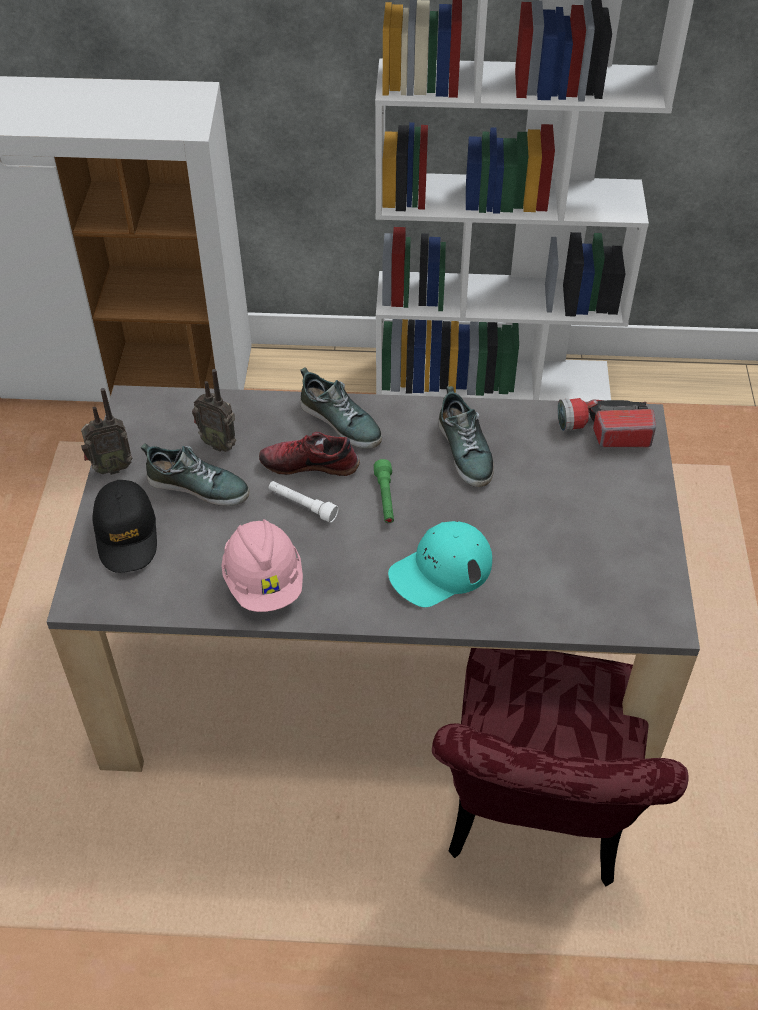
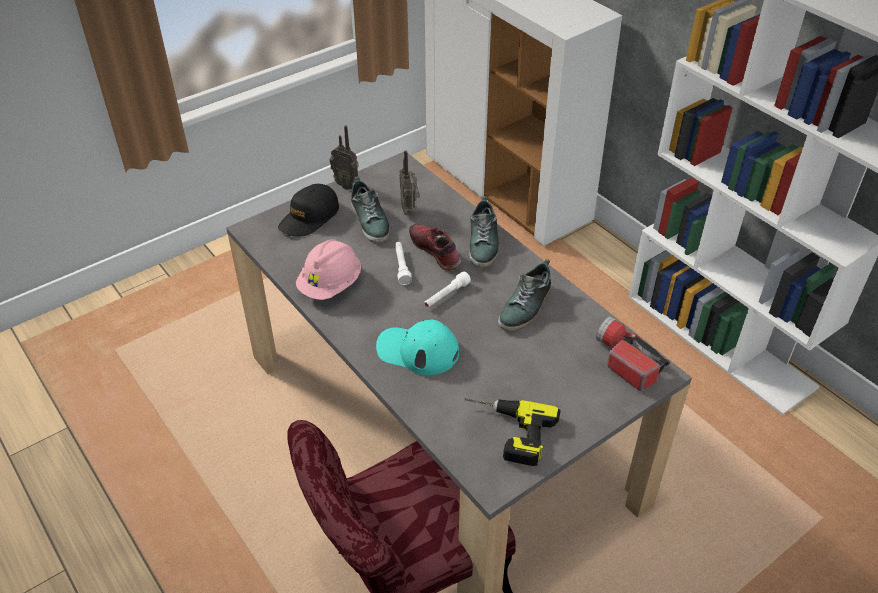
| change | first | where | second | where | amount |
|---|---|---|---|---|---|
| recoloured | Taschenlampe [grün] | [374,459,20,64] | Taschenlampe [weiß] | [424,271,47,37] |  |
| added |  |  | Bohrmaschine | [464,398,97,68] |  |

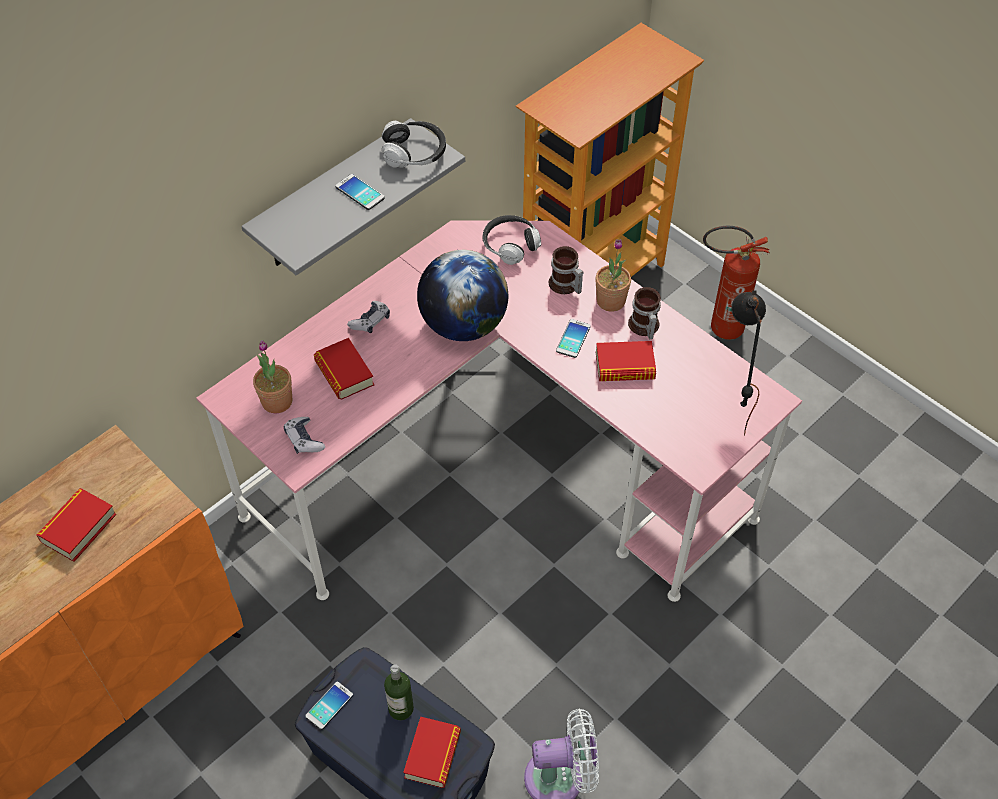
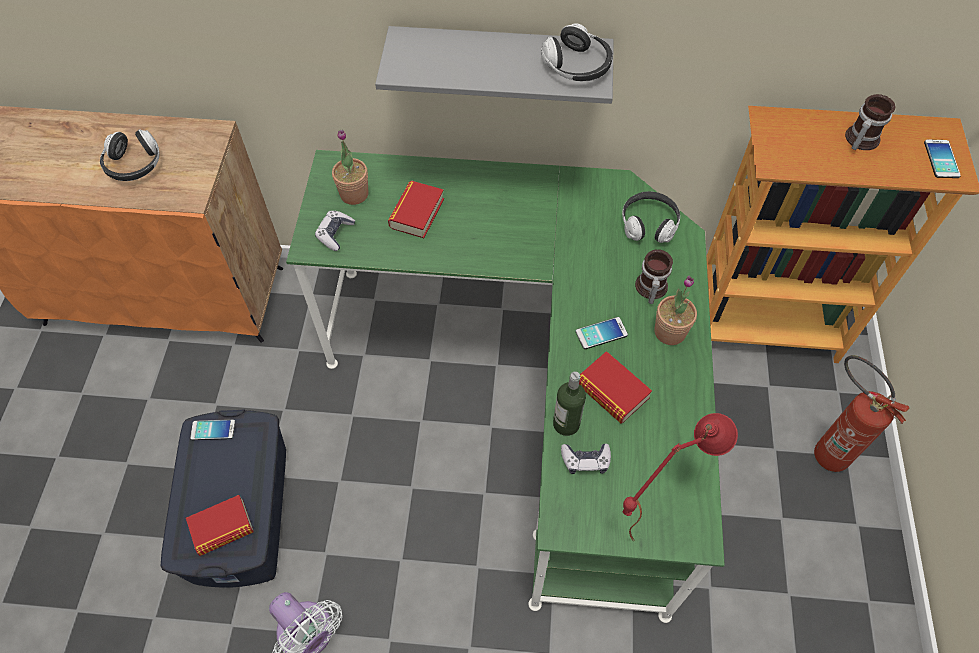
| change | first | where | second | where | amount |
|---|---|---|---|---|---|
| replaced | Buch | [36,488,80,74] | Kopfhörer | [100,129,59,52] |  |
| recoloured | Schreibtisch [rosa] | [196,220,606,382] | Schreibtisch [grün] | [286,150,439,473] |  |
| moved | Flasche | [384,664,30,56] |  | [553,371,33,65] |  |
| moved | Gamepad | [347,301,43,32] |  | [561,443,50,31] |  |
| recoloured | Tischlampe [schwarz] | [731,290,35,146] | Tischlampe [rot] | [623,413,115,129] |  |
| moved | Henkelbecher | [628,287,33,52] |  | [845,94,50,56] |  |
| moved | Handy | [335,174,50,36] |  | [924,139,37,39] |  |
| removed | Globus | [417,250,91,91] |  |  |  |

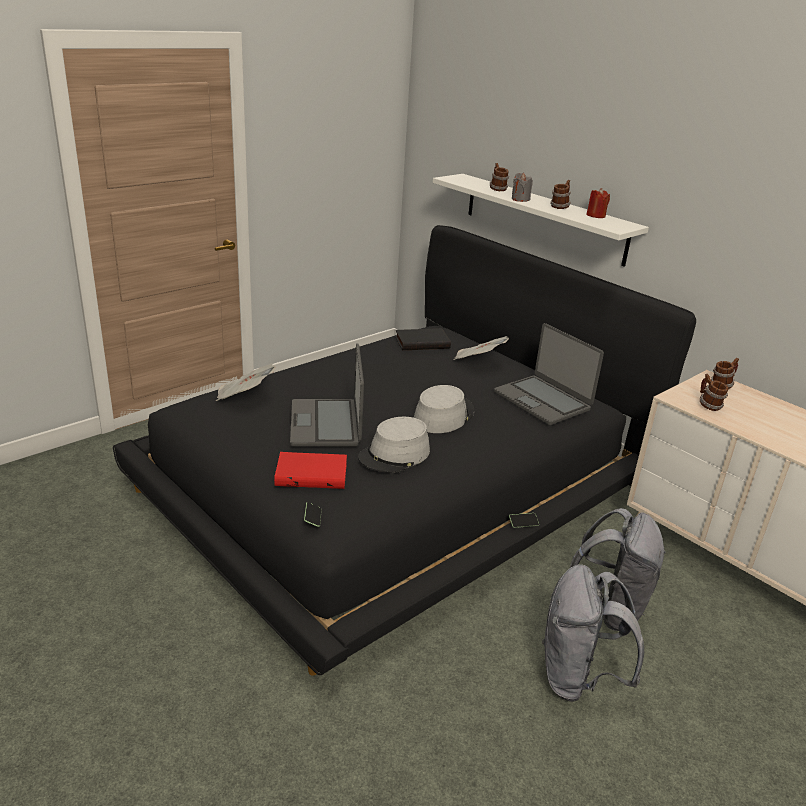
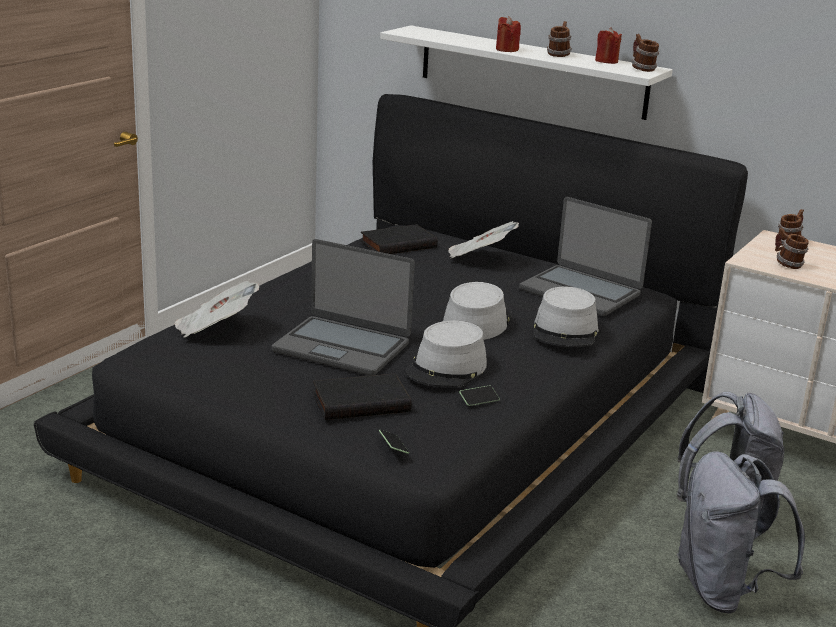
| change | first | where | second | where | amount |
|---|---|---|---|---|---|
| turned | Laptop | [290,343,74,104] |  | [272,239,143,137] | 45 degrees counterclockwise |
| recoloured | Buch [rot] | [274,452,73,37] | Buch [schwarz] | [312,373,100,47] |  |
| moved | Handy | [509,513,30,15] |  | [459,386,41,20] |  |
| recoloured | Kerze [grau] | [512,173,21,29] | Kerze [rot] | [496,16,25,36] |  |
| added |  |  | Hut [grau] | [534,287,65,60] |  |
| moved | Henkelbecher | [490,163,19,28] |  | [631,34,28,38] |  |

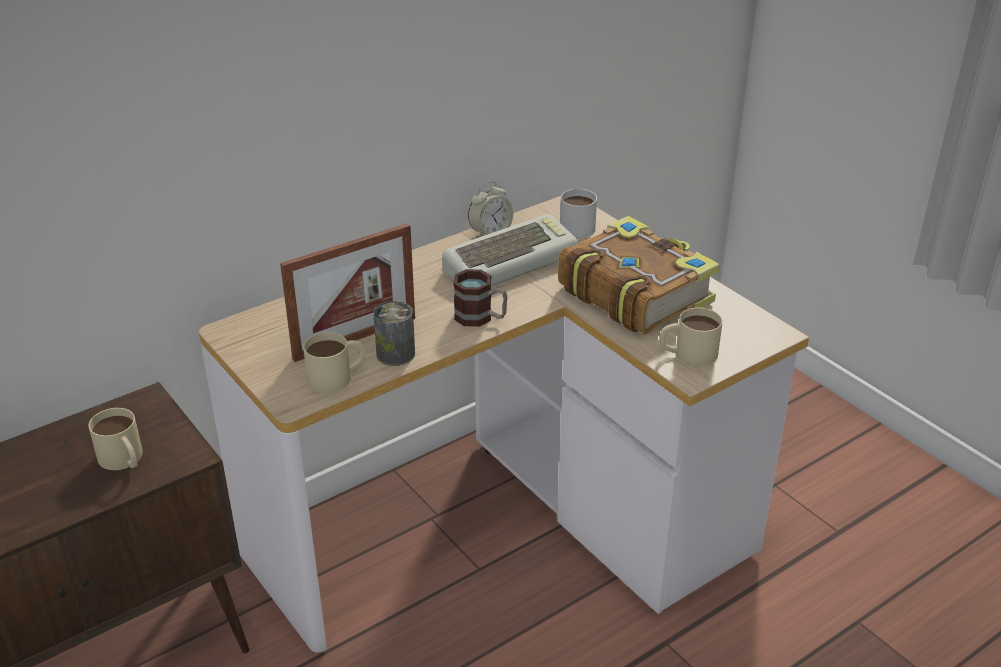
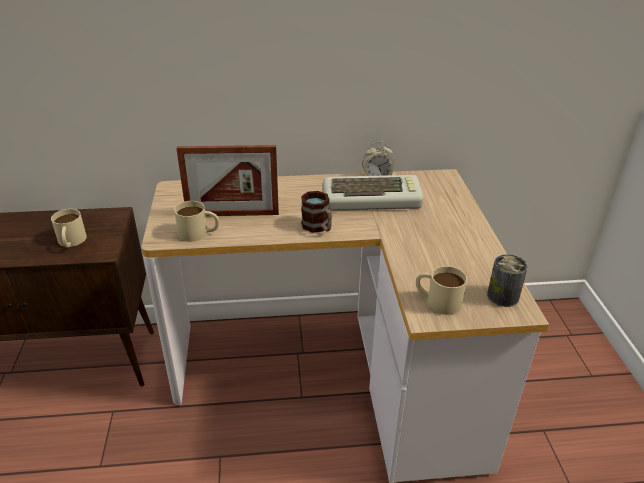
| change | first | where | second | where | amount |
|---|---|---|---|---|---|
| moved | Dose | [373,301,42,65] |  | [487,254,41,53] |  |
| removed | Buch | [558,216,162,118] |  |  |  |
| removed | Henkelbecher [weiß] | [560,189,37,49] |  |  |  |

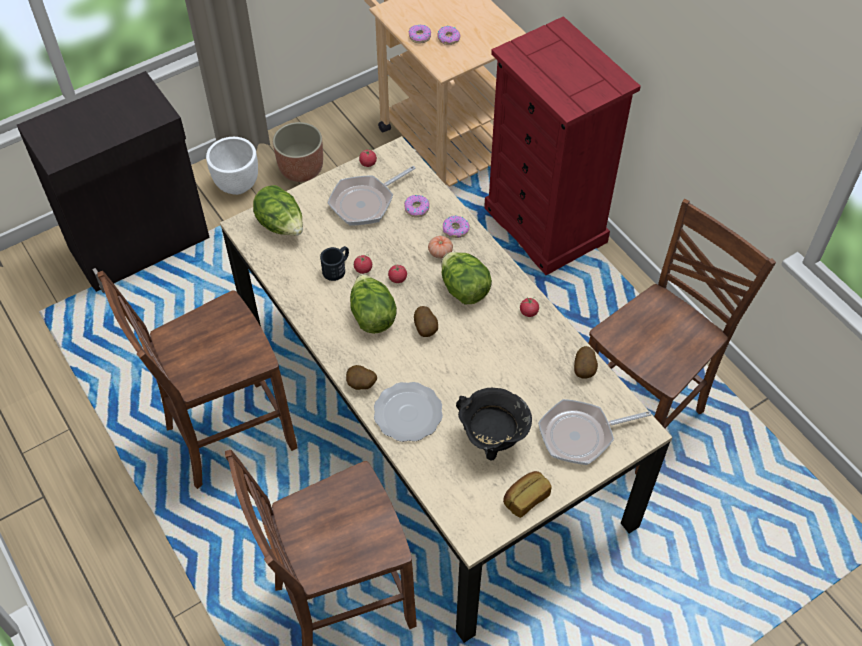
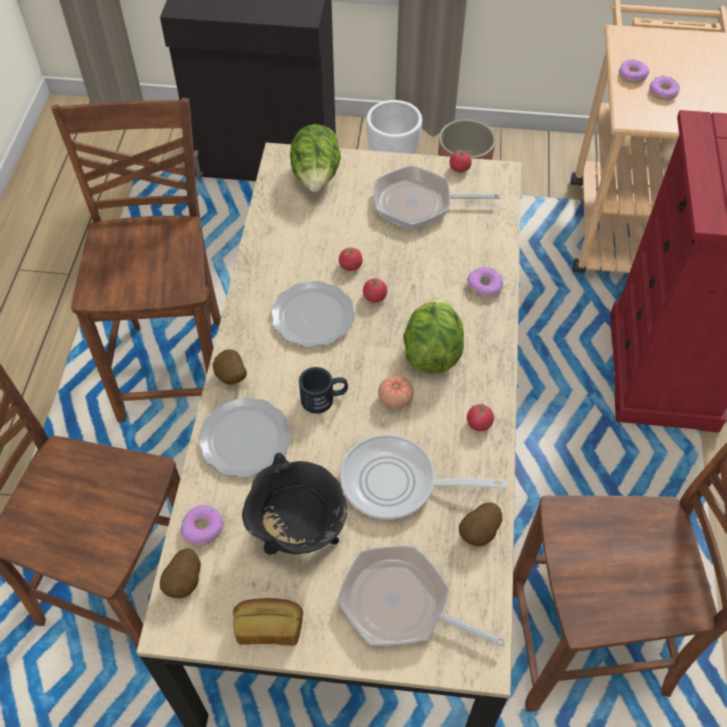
| change | first | where | second | where | amount |
|---|---|---|---|---|---|
| turned | Stuhl [braun] | [97,271,201,218] |  | [51,98,170,324] | 75 degrees clockwise |
| moved | Kartoffel | [414,306,24,31] |  | [160,549,41,49] |  |
| moved | Donut | [404,195,26,23] |  | [181,505,43,41] |  |
| replaced | Salatkopf | [350,274,47,60] | Teller | [271,281,84,67] |  |
| moved | Henkelbecher [schwarz] | [320,246,29,35] |  | [299,367,49,47] |  |
| added |  |  | Pfanne | [340,434,167,86] |  |
| moved | Tomate | [428,236,25,23] |  | [378,376,36,33] |  |

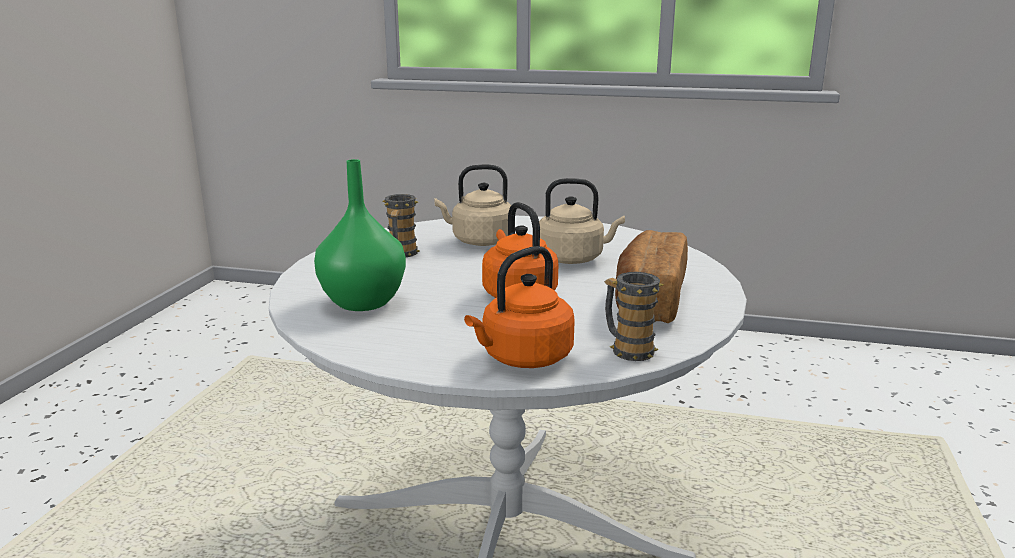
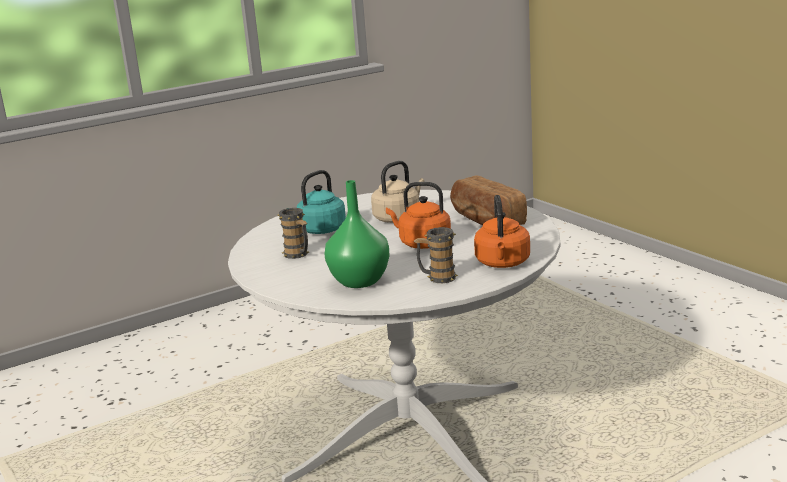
| change | first | where | second | where | amount |
|---|---|---|---|---|---|
| recoloured | Wasserkessel [beige] | [434,165,78,81] | Wasserkessel [türkis] | [286,170,60,64] |  |
| moved | Henkelbecher | [604,272,60,89] |  | [414,227,44,56] |  |

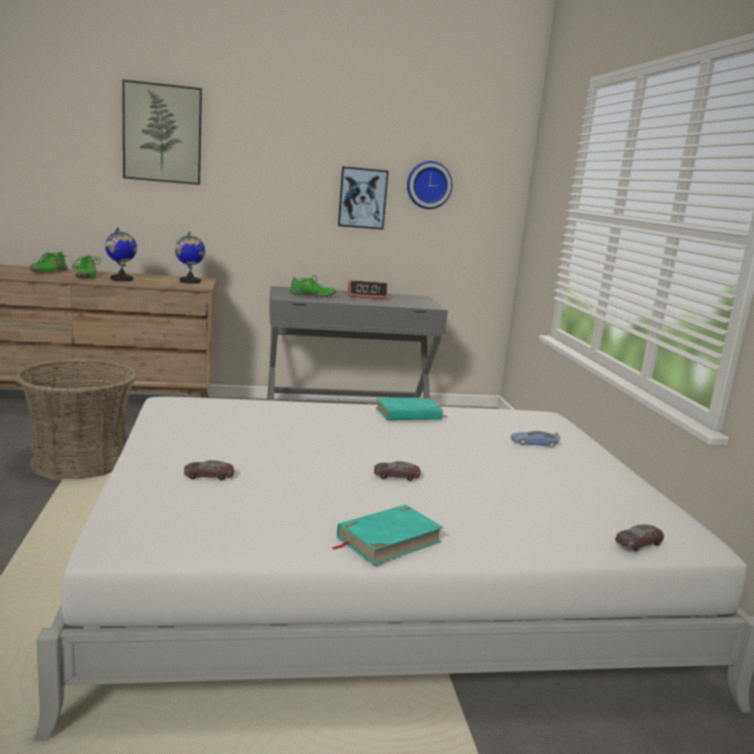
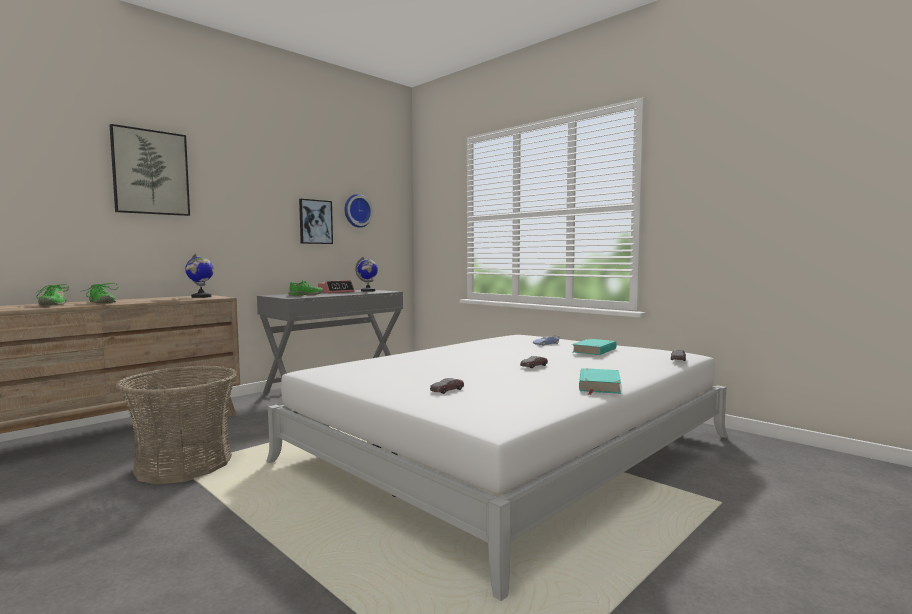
| change | first | where | second | where | amount |
|---|---|---|---|---|---|
| moved | Globus | [105,227,32,54] |  | [355,257,23,35] |  |
| moved | Buch [türkis] | [376,398,71,22] |  | [572,339,45,16] |  |

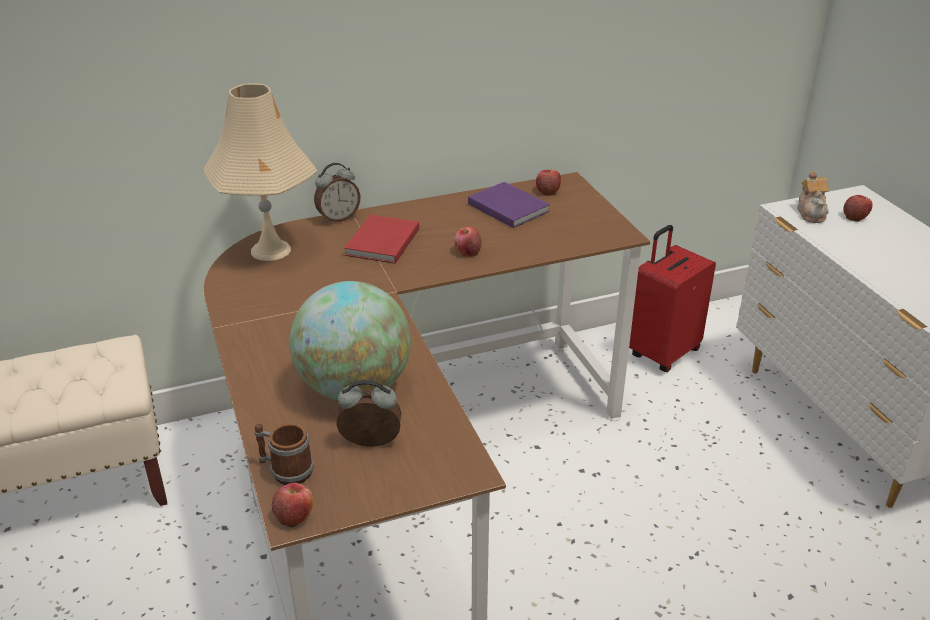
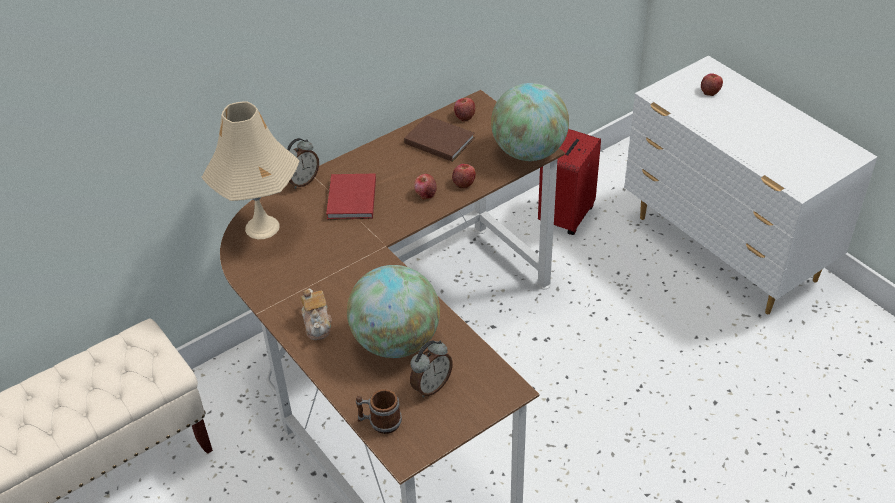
| change | first | where | second | where | amount |
|---|---|---|---|---|---|
| moved | Teekanne | [797,171,32,52] |  | [300,289,32,51] |  |
| recoloured | Buch [lila] | [468,182,82,46] | Buch [braun] | [404,115,71,47] |  |
| turned | Wecker | [337,379,64,68] |  | [410,341,43,57] | 150 degrees clockwise |
| moved | Apfel | [272,483,41,44] |  | [452,164,24,24] |  |
| added |  |  | Globus | [491,83,78,78] |  |

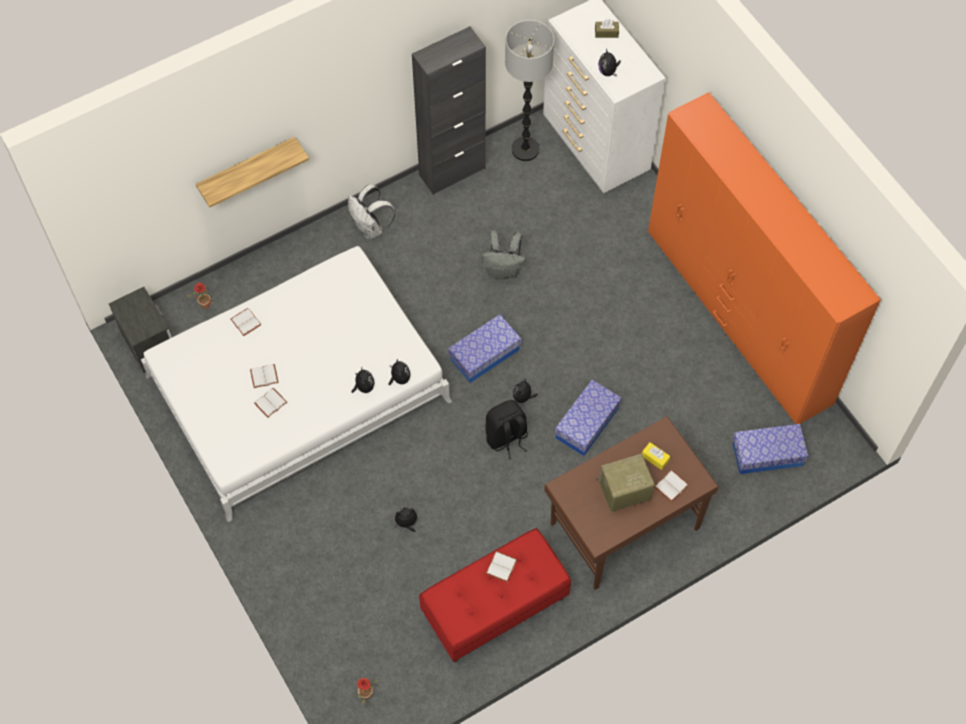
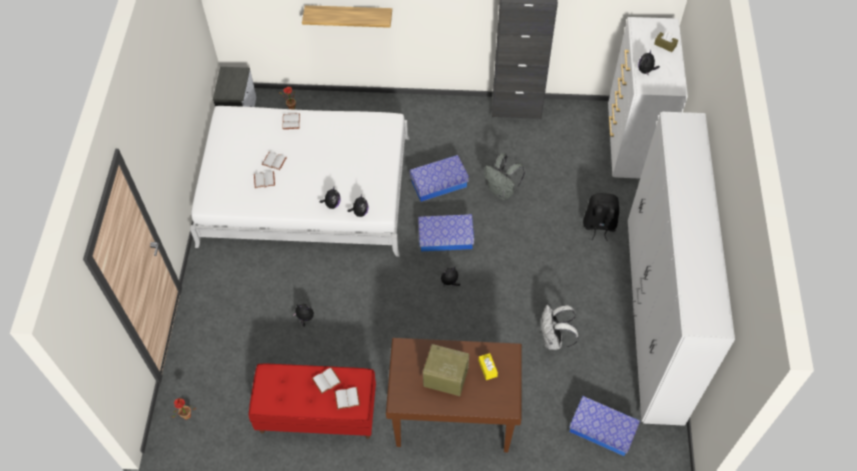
| change | first | where | second | where | amount |
|---|---|---|---|---|---|
| moved | Buch [weiß] | [655,470,34,32] |  | [334,387,26,23] |  |
| moved | Aufbewahrungsbox | [555,380,67,76] |  | [410,155,59,47] |  |
| moved | Rucksack [weiß] | [348,184,47,55] |  | [541,305,38,45] |  |
| moved | Rucksack [schwarz] | [485,400,43,60] |  | [583,193,36,48] |  |
| recoloured | Kleiderschrank [orange] | [648,92,233,332] | Kleiderschrank [weiß] | [628,112,107,314] |  |
| removed | Stehlampe | [505,20,49,141] |  |  |  |

